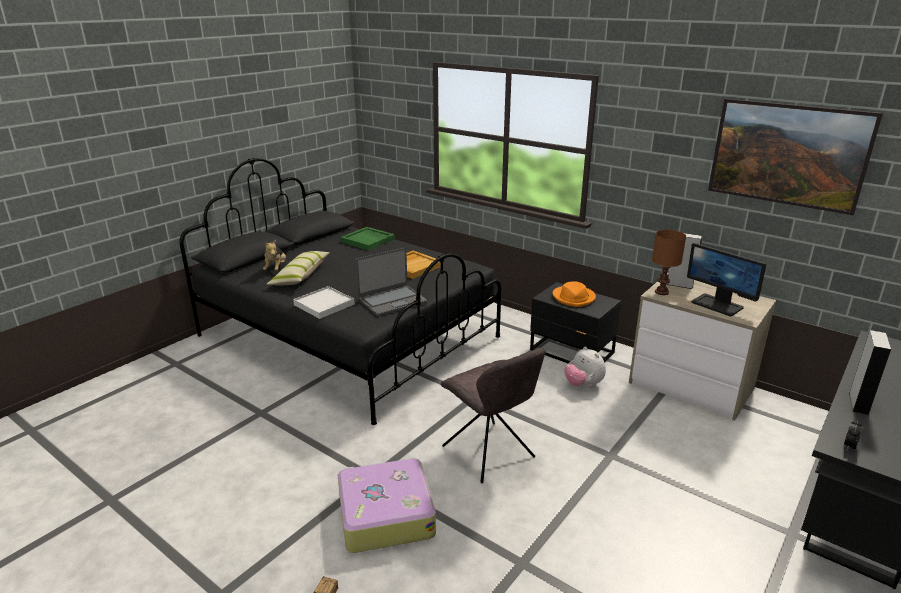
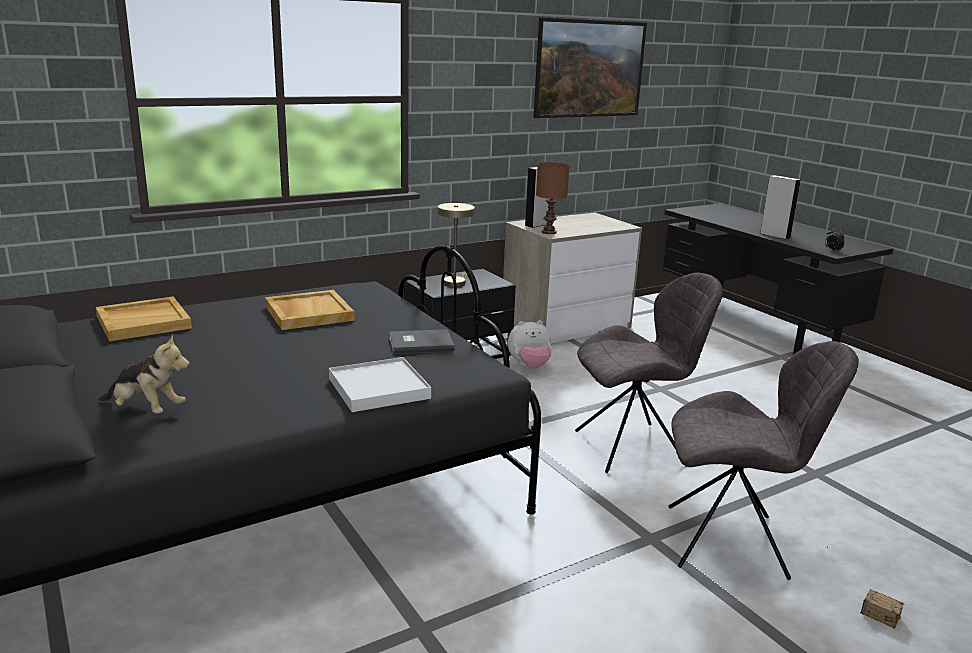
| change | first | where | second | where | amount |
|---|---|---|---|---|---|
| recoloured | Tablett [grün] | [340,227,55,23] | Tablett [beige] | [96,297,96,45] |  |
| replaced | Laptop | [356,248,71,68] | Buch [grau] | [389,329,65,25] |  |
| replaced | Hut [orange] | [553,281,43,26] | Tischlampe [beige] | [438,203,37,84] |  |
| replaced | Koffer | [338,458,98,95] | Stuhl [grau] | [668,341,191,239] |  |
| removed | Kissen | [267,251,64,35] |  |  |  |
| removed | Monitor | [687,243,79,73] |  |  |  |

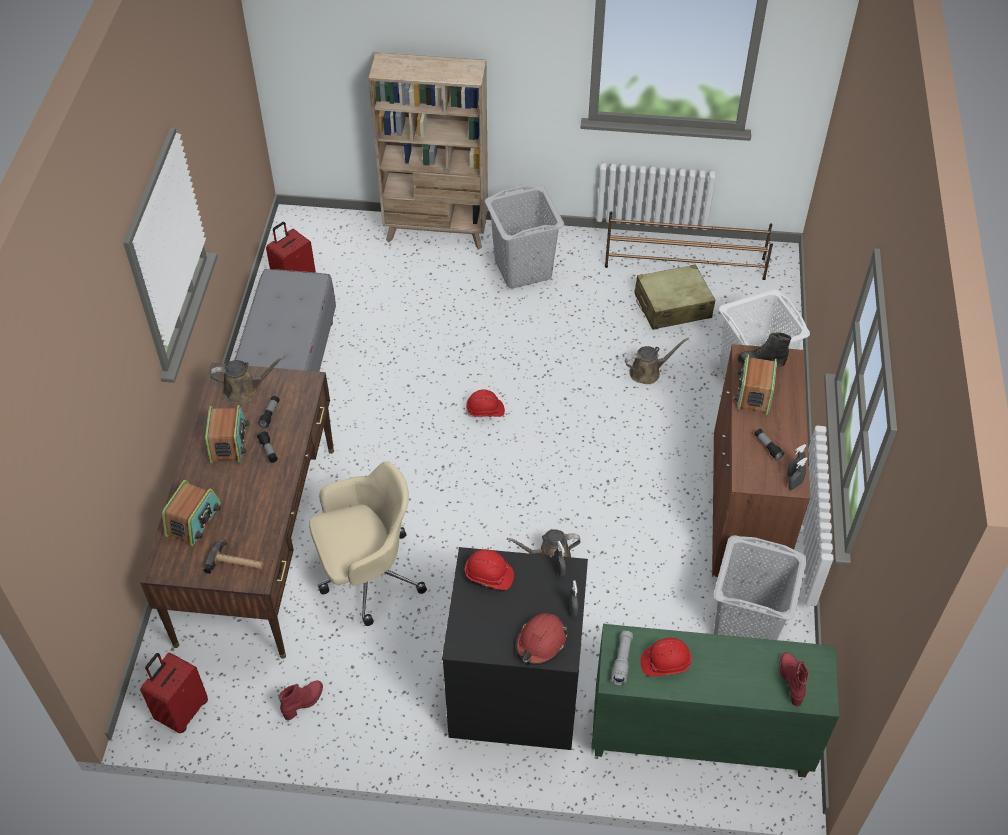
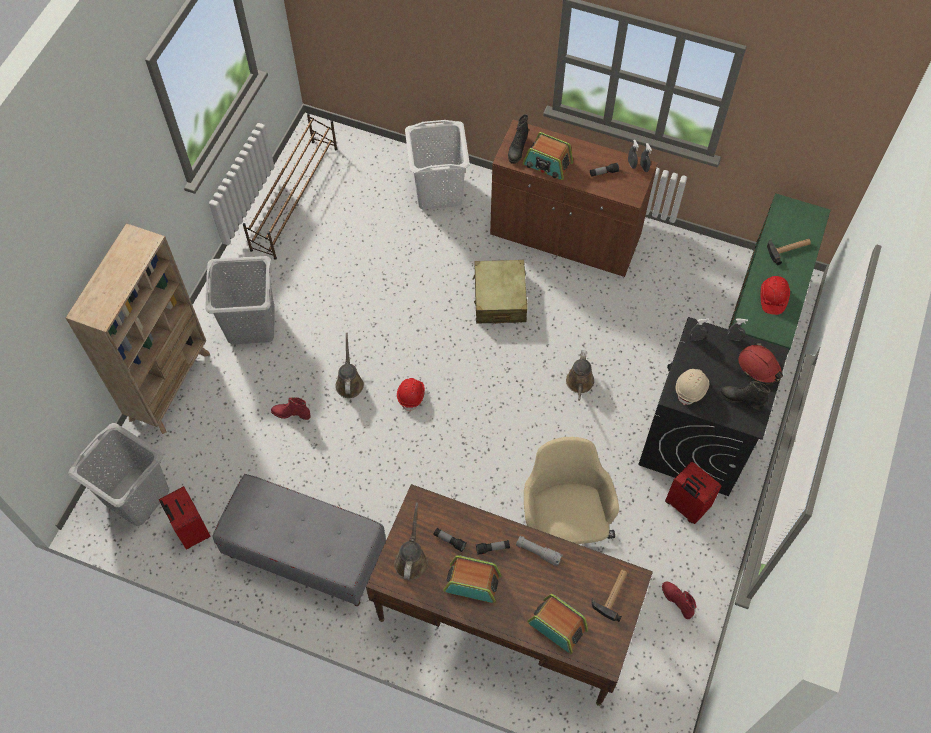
| change | first | where | second | where | amount |
|---|---|---|---|---|---|
| moved | Wäschekorb [grau] | [713,535,94,105] |  | [68,423,101,103] |  |
| moved | Stiefel [rot] | [779,652,29,54] |  | [271,397,40,23] |  |
| moved | Gießkanne [braun] | [625,338,64,46] |  | [336,333,28,65] |  |
| moved | Koffer [beige] | [634,264,81,66] |  | [472,260,56,64] |  |
| moved | Taschenlampe [grau] | [611,631,22,55] |  | [516,536,47,30] |  |
| moved | Koffer [rot] | [140,652,68,81] |  | [665,461,57,63] |  |
| recoloured | Schutzhelm [rot] | [465,549,49,41] | Schutzhelm [beige] | [676,369,33,36] |  |
| added |  |  | Stiefel [schwarz] | [719,381,51,29] |  |
| added |  |  | Hammer | [767,237,44,28] |  |

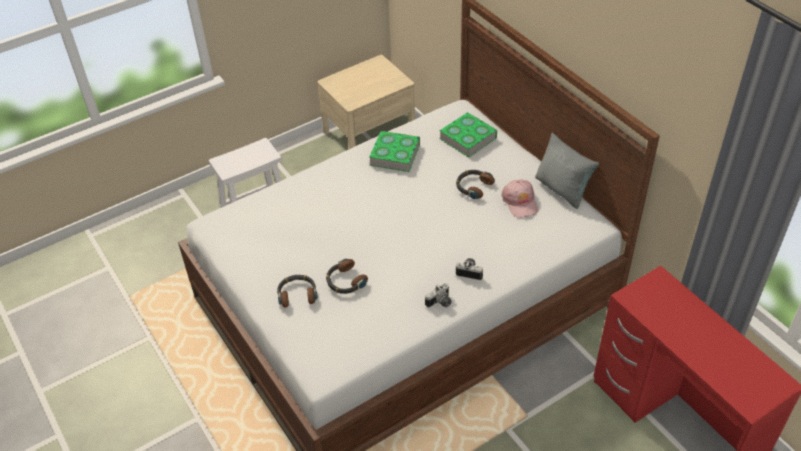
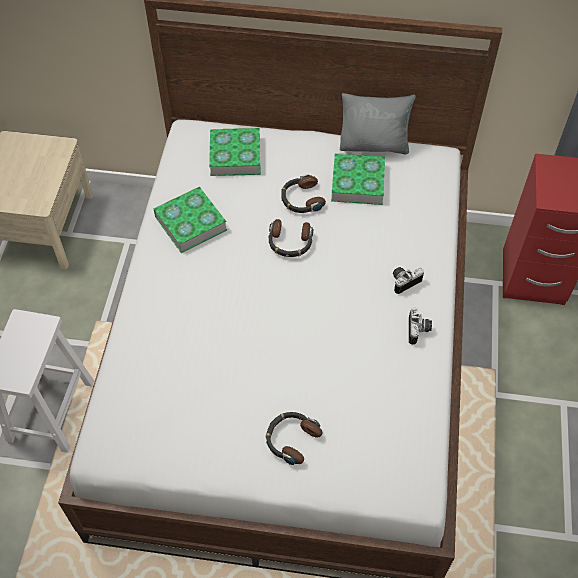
| change | first | where | second | where | amount |
|---|---|---|---|---|---|
| moved | Kopfhörer | [326,259,42,35] |  | [269,219,44,38] |  |
| replaced | Kappe [rosa] | [502,179,36,39] | Buch | [331,153,54,52] |  |

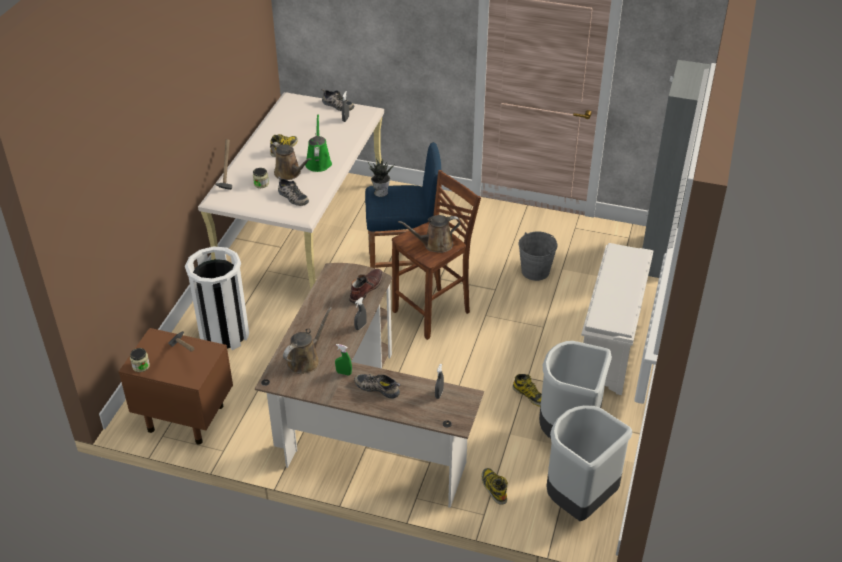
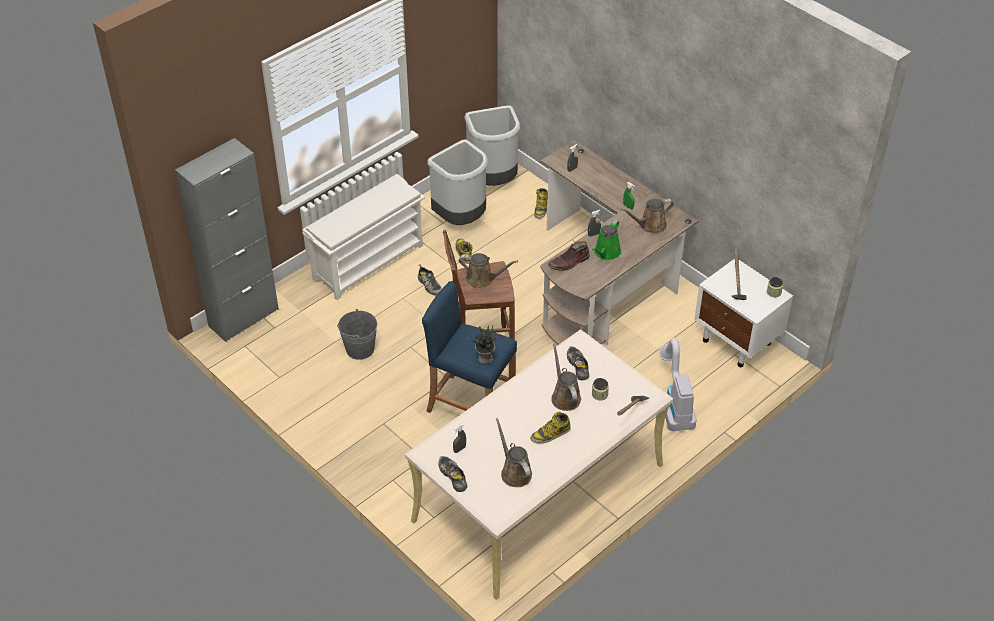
| change | first | where | second | where | amount |
|---|---|---|---|---|---|
| moved | Schuh | [354,374,47,25] |  | [418,264,24,31] |  |
| added |  |  | Gießkanne [braun] | [496,418,36,69] |  |
| moved | Gießkanne [grün] | [305,114,27,58] |  | [592,220,29,40] |  |
| replaced | Mülleimer [weiß] | [185,246,64,104] | Staubsauger | [659,338,38,93] |  |
| recoloured | Nachttisch [braun] | [119,328,114,117] | Nachttisch [weiß] | [694,259,99,108] |  |

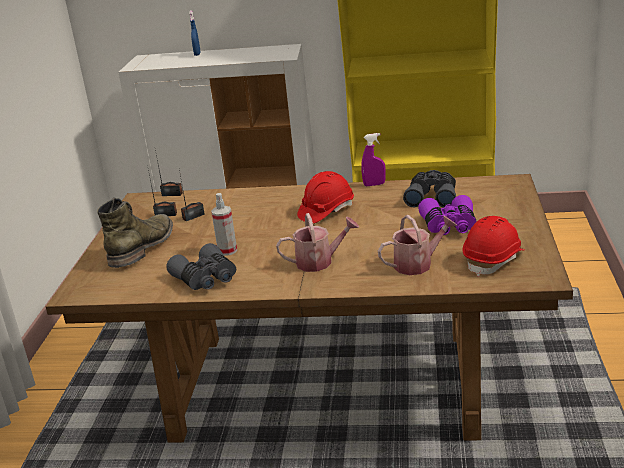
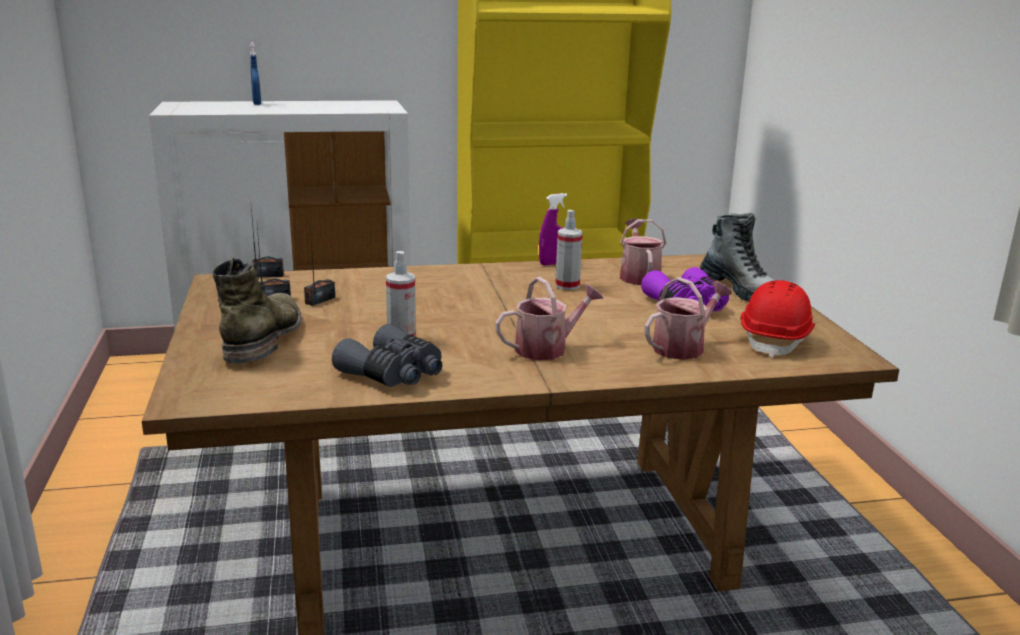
| change | first | where | second | where | amount |
|---|---|---|---|---|---|
| added |  |  | Sprühflasche | [555,210,28,80] |  |
| replaced | Fernglas [grau] | [403,170,53,38] | Gießkanne | [620,218,46,67] |  |
| added |  |  | Stiefel | [700,213,75,89] |  |
| removed | Schutzhelm [rot] | [297,171,57,52] |  |  |  |

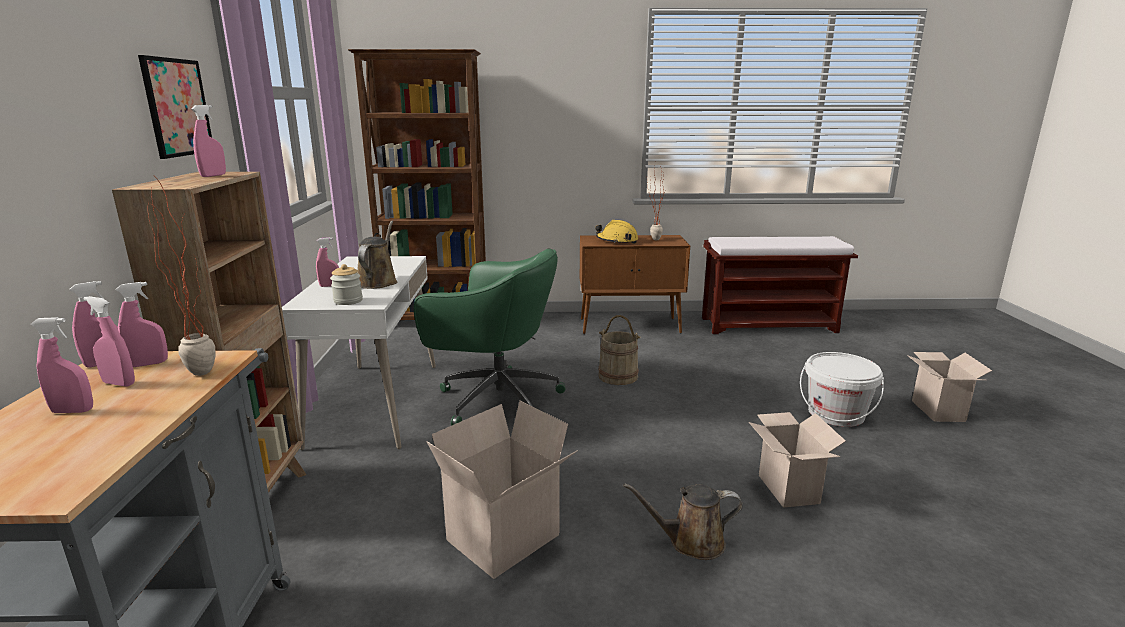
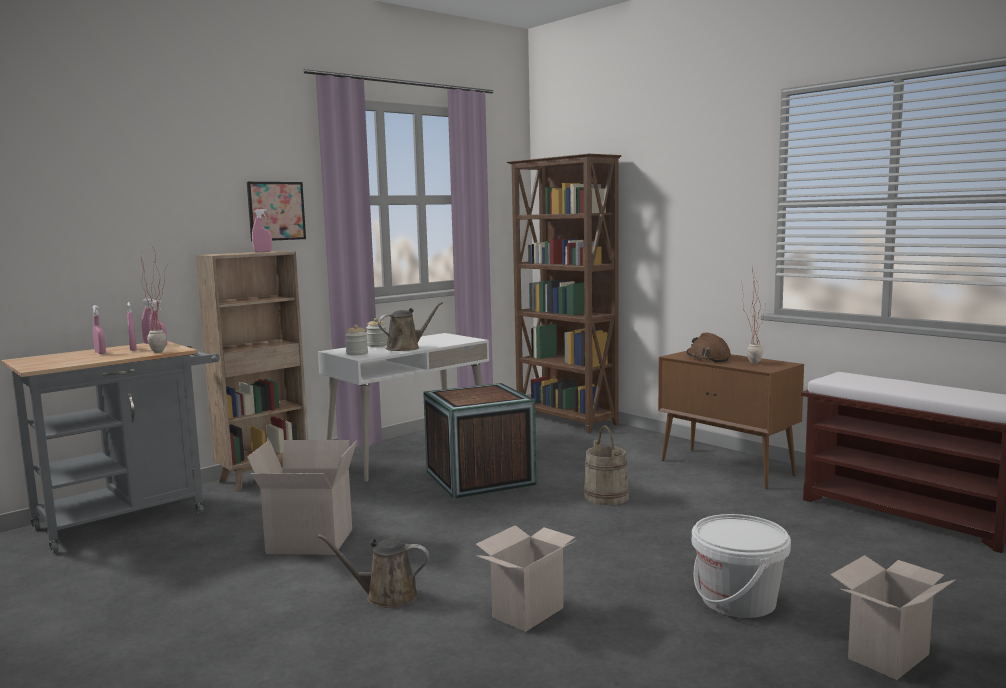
| change | first | where | second | where | amount |
|---|---|---|---|---|---|
| turned | Gießkanne [braun] | [623,483,120,77] |  | [318,534,111,74] | 45 degrees counterclockwise |
| replaced | Sprühflasche [rosa] | [316,237,23,50] | Vorratsglas | [366,318,21,29] |  |
| replaced | Bürostuhl [grün] | [414,249,151,176] | Kiste | [423,383,114,116] |  |
| recoloured | Schutzhelm [gelb] | [595,220,43,24] | Schutzhelm [braun] | [687,333,44,29] |  |

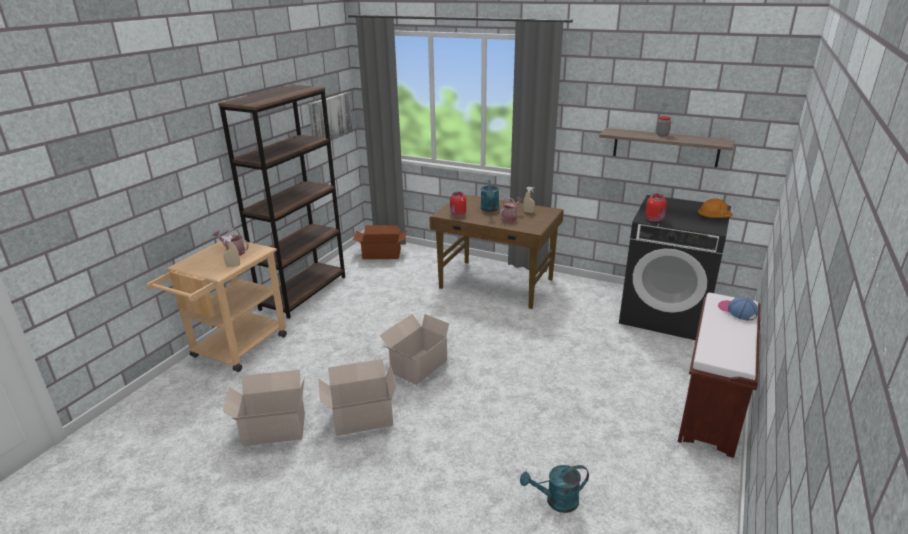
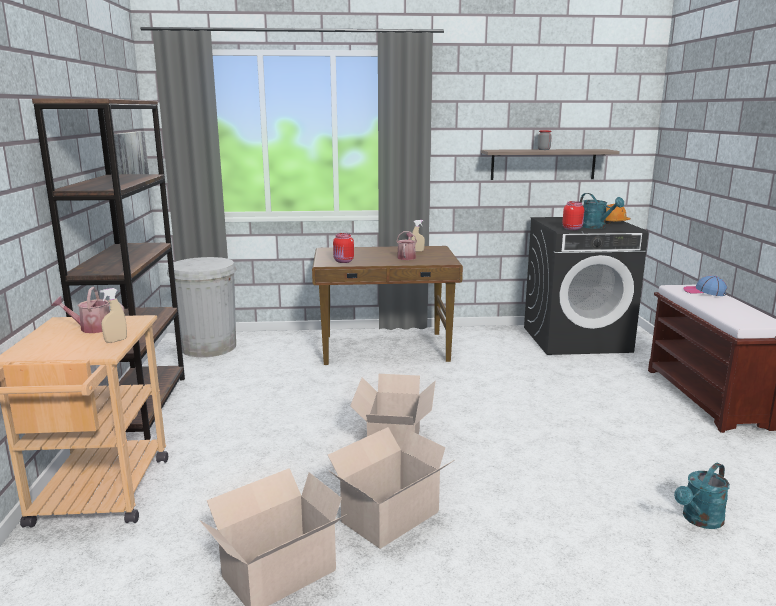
| change | first | where | second | where | amount |
|---|---|---|---|---|---|
| replaced | Karton | [353,225,54,34] | Mülleimer [weiß] | [167,257,70,100] |  |
| moved | Gießkanne [türkis] | [481,180,18,32] |  | [580,193,44,36] |  |

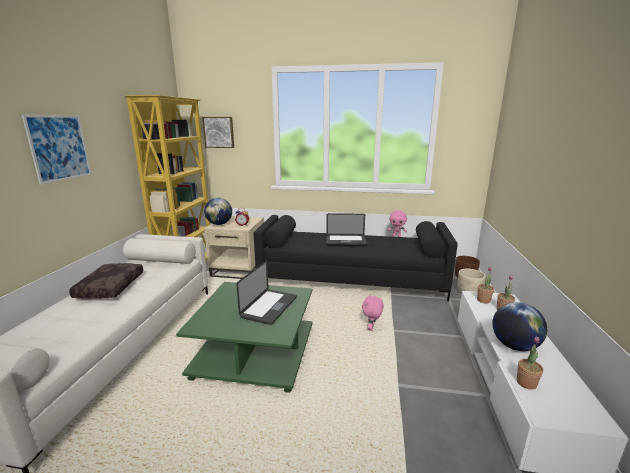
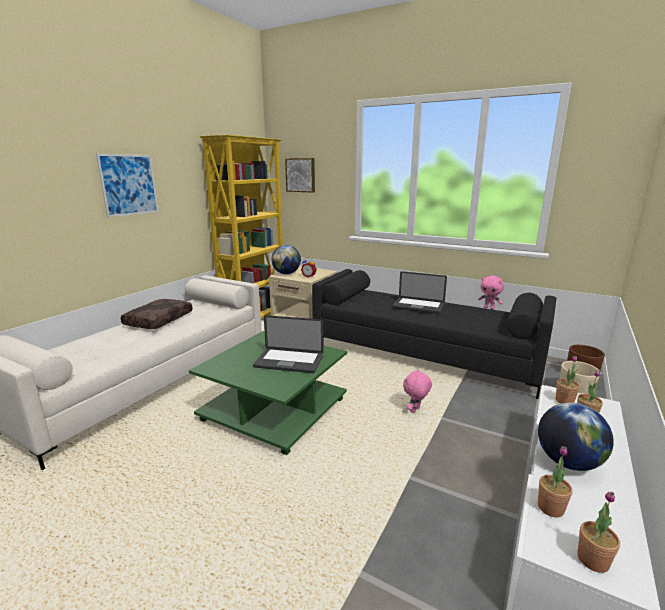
| change | first | where | second | where | amount |
|---|---|---|---|---|---|
| turned | Laptop | [236,261,61,64] |  | [253,315,70,58] | 60 degrees clockwise |
| added |  |  | Topfpflanze | [577,491,43,82] |  |

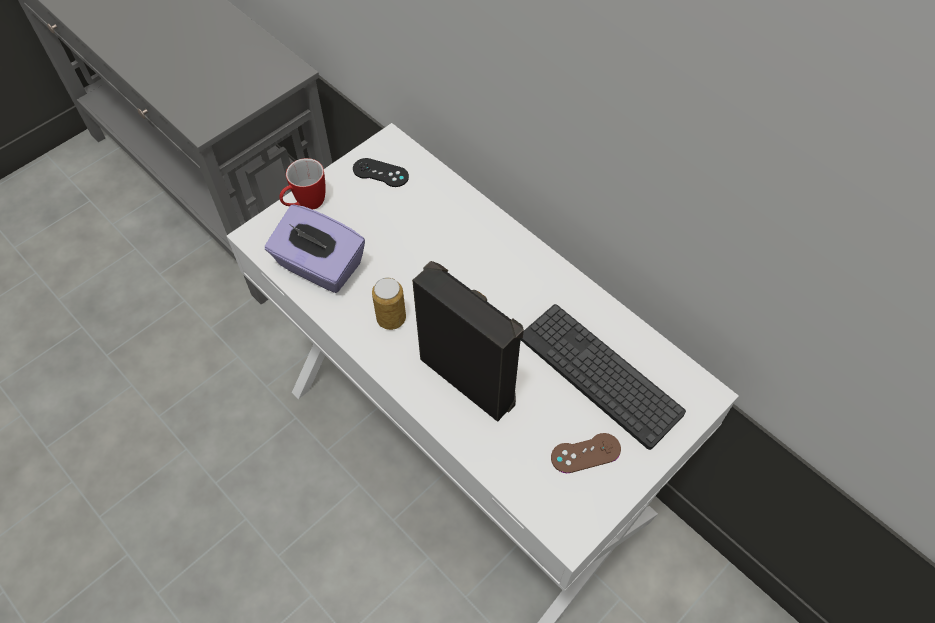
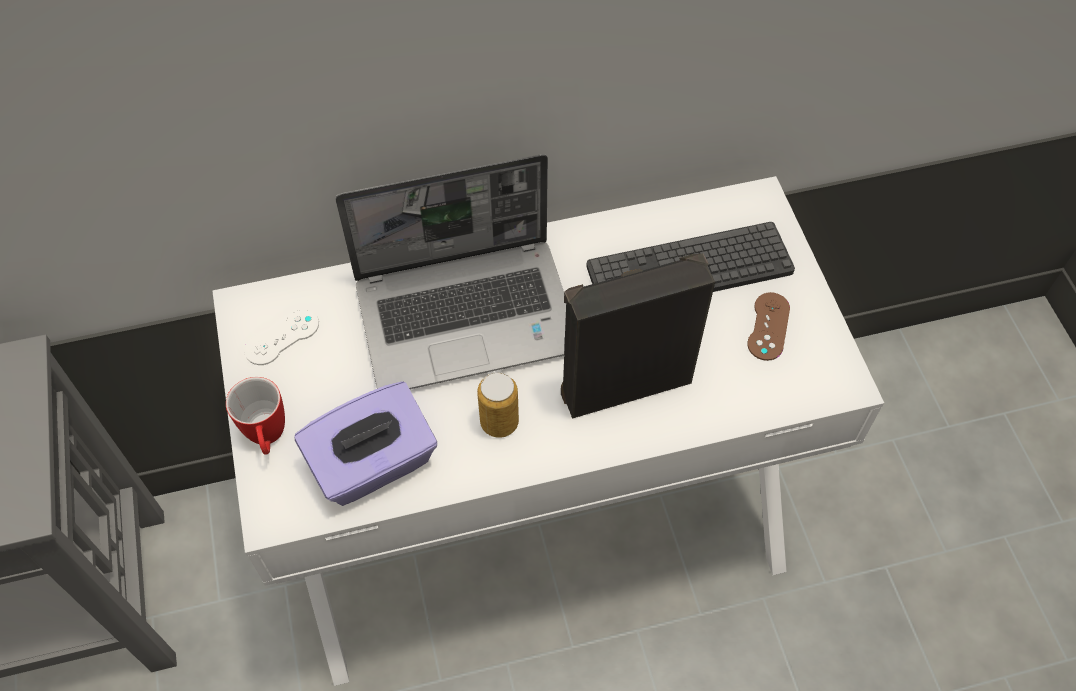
| change | first | where | second | where | amount |
|---|---|---|---|---|---|
| recoloured | Gamepad [schwarz] | [353,158,56,29] | Gamepad [weiß] | [244,309,75,56] |  |
| added |  |  | Laptop | [335,154,231,235] |  |

